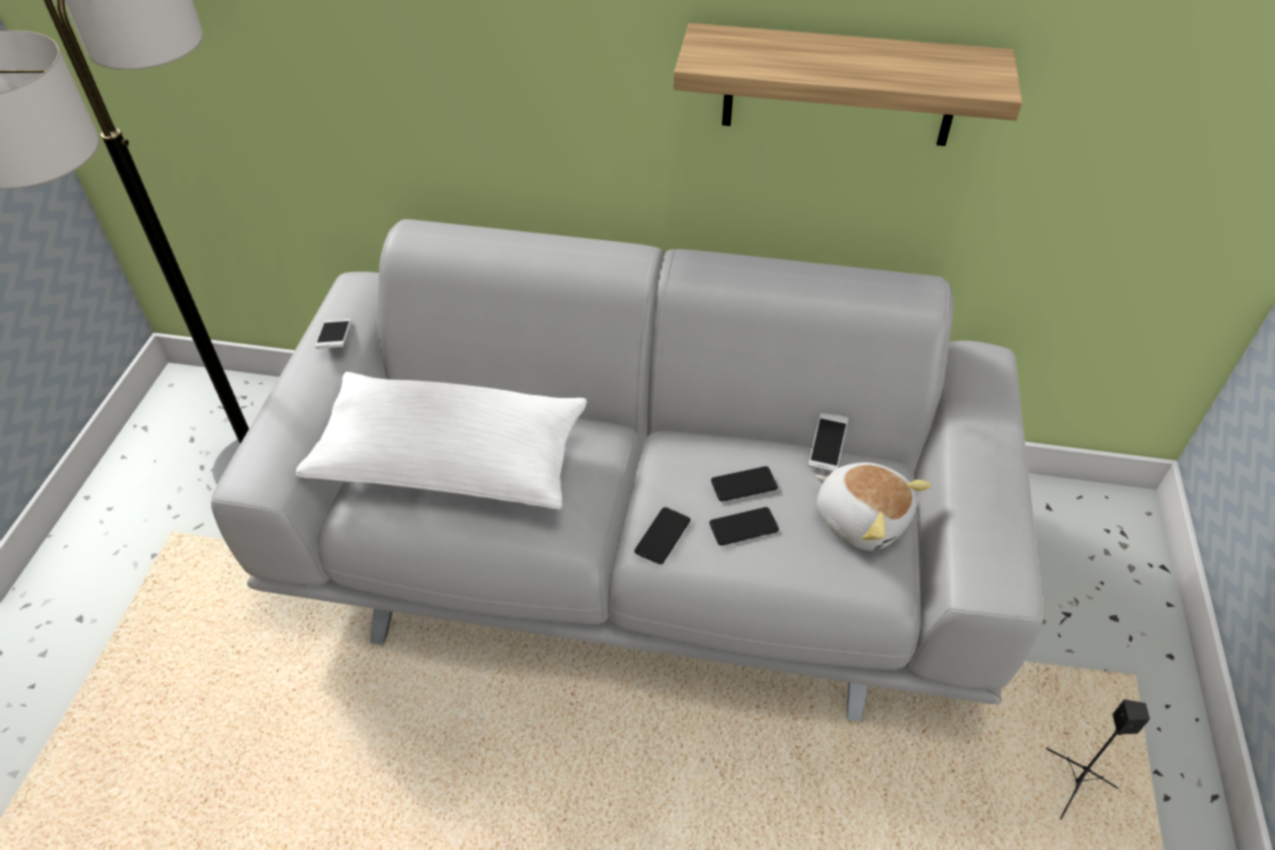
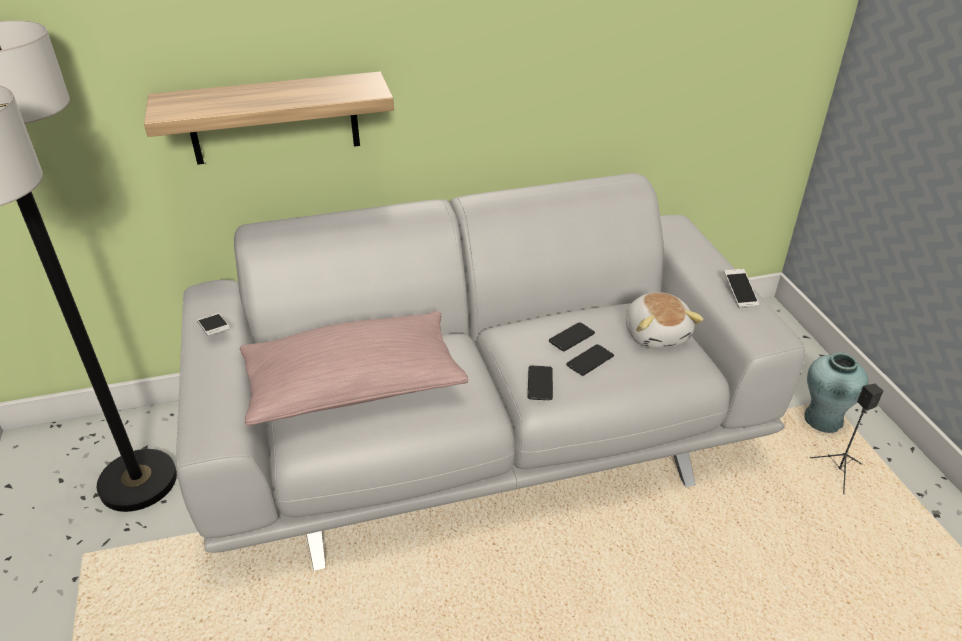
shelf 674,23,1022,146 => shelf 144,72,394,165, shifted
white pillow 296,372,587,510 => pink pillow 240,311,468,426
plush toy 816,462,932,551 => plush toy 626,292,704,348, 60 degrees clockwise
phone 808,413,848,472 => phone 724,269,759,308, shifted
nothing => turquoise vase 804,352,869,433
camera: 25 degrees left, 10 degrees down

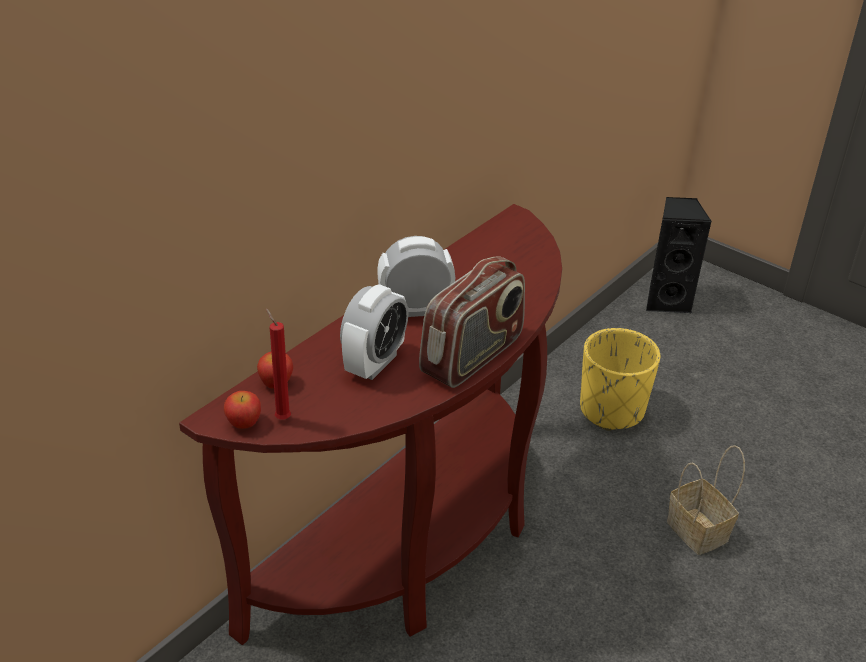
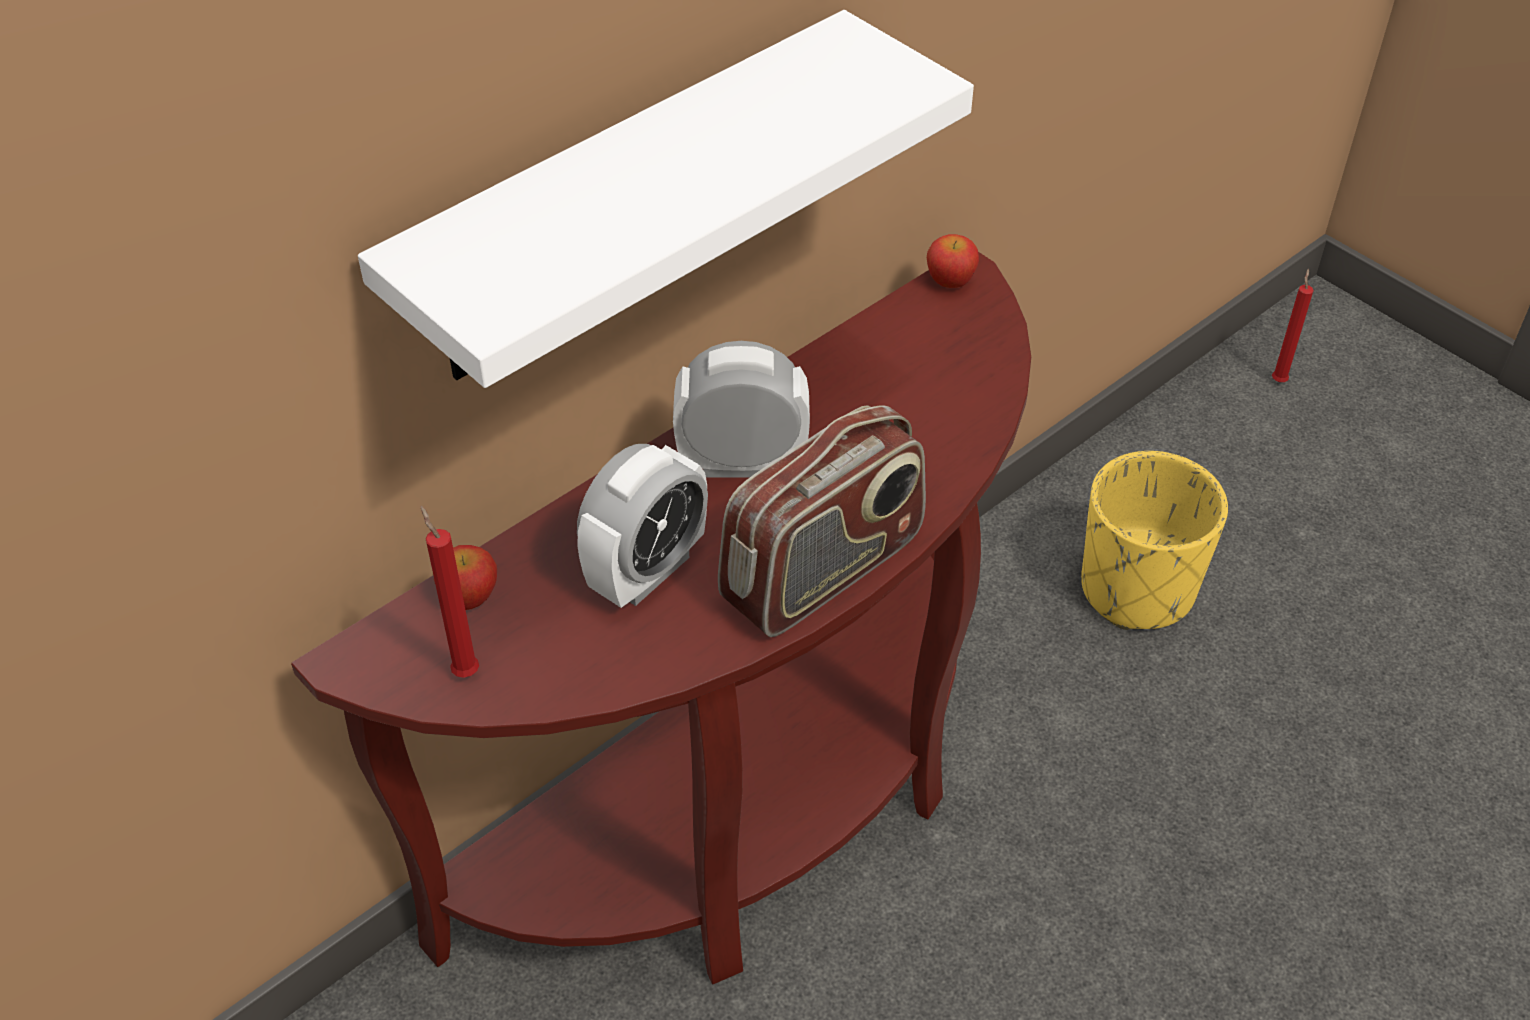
nothing => white shelf 358,10,974,388
apple 224,391,261,429 => apple 927,234,979,288, shifted
black speaker 646,197,712,314 => red candle 1272,269,1314,382
basket 667,445,745,555 => nothing
camera: 10 degrees right, 10 degrees up

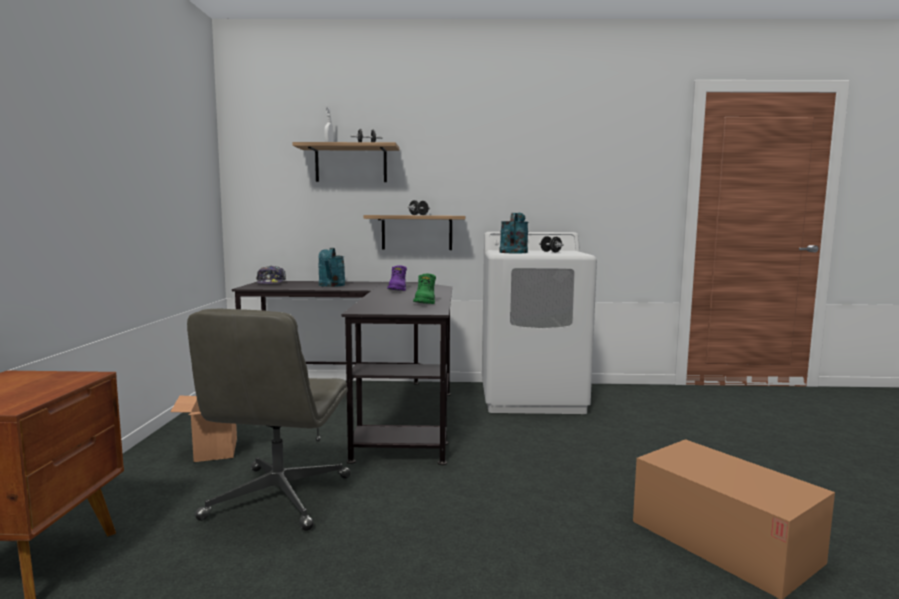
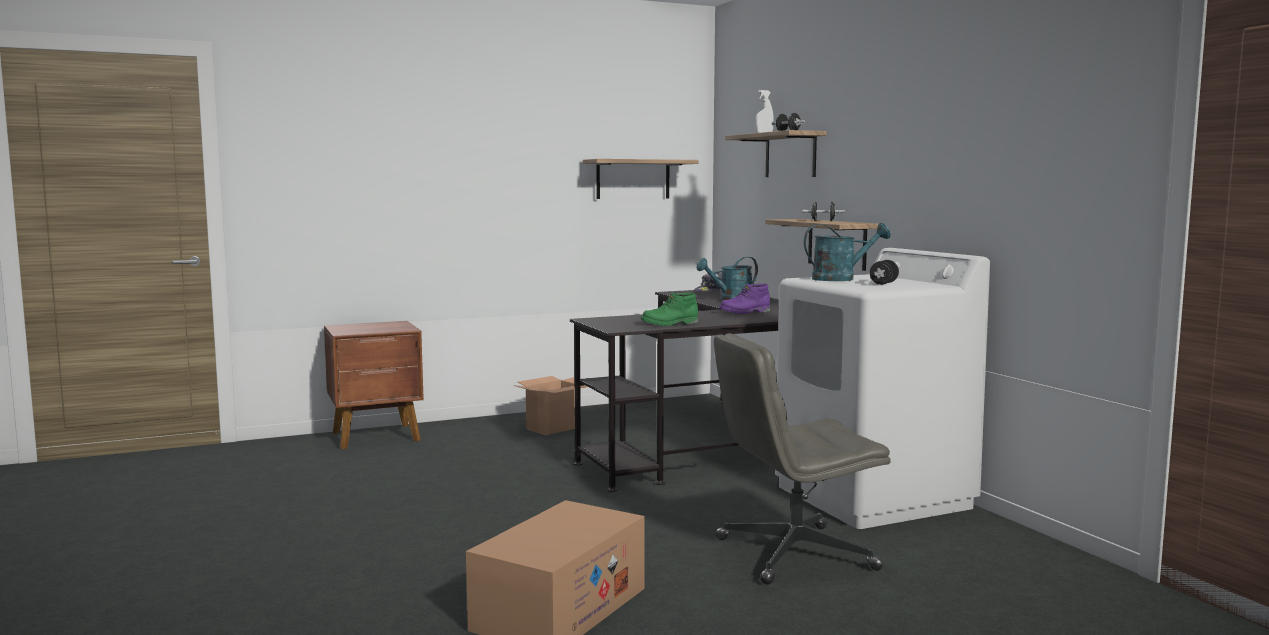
nothing => shelf 583,159,698,199
grey office chair 187,309,351,531 => grey office chair 714,333,891,585, shifted
camera: 65 degrees right, 0 degrees up

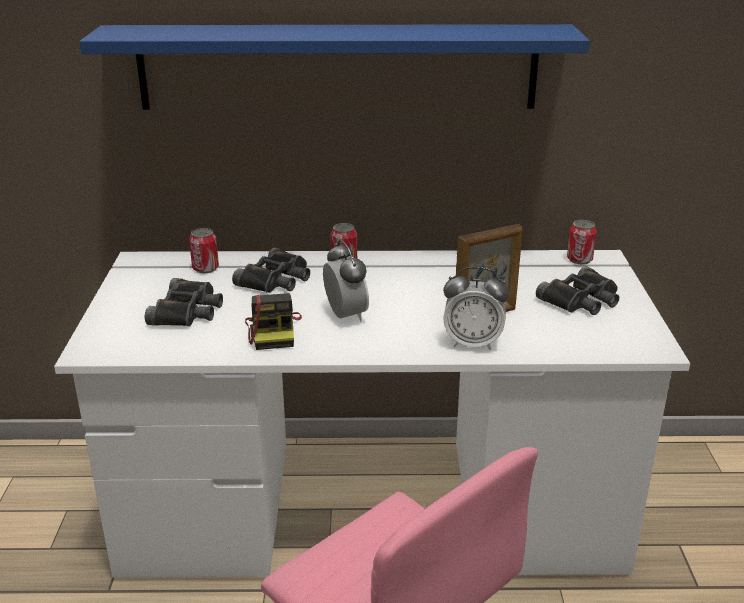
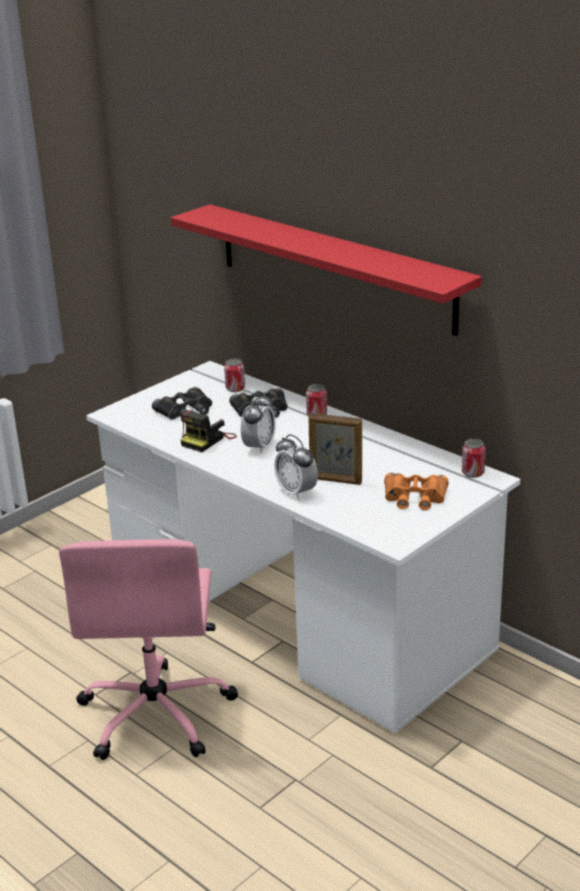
blue shelf 79,24,590,110 => red shelf 171,204,482,336
black binoculars 536,266,619,315 => orange binoculars 384,473,449,510
camera: 45 degrees right, 0 degrees up

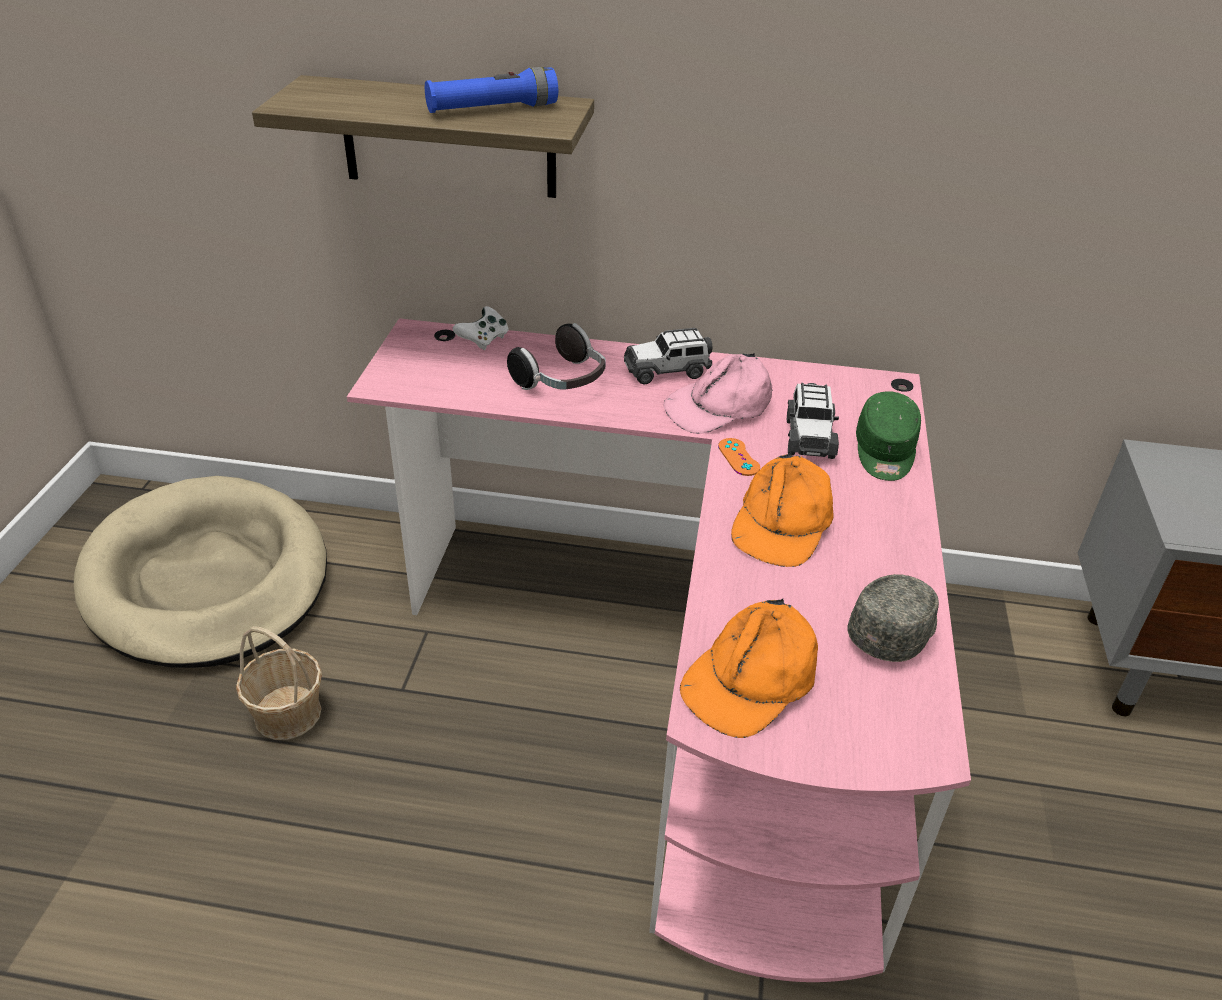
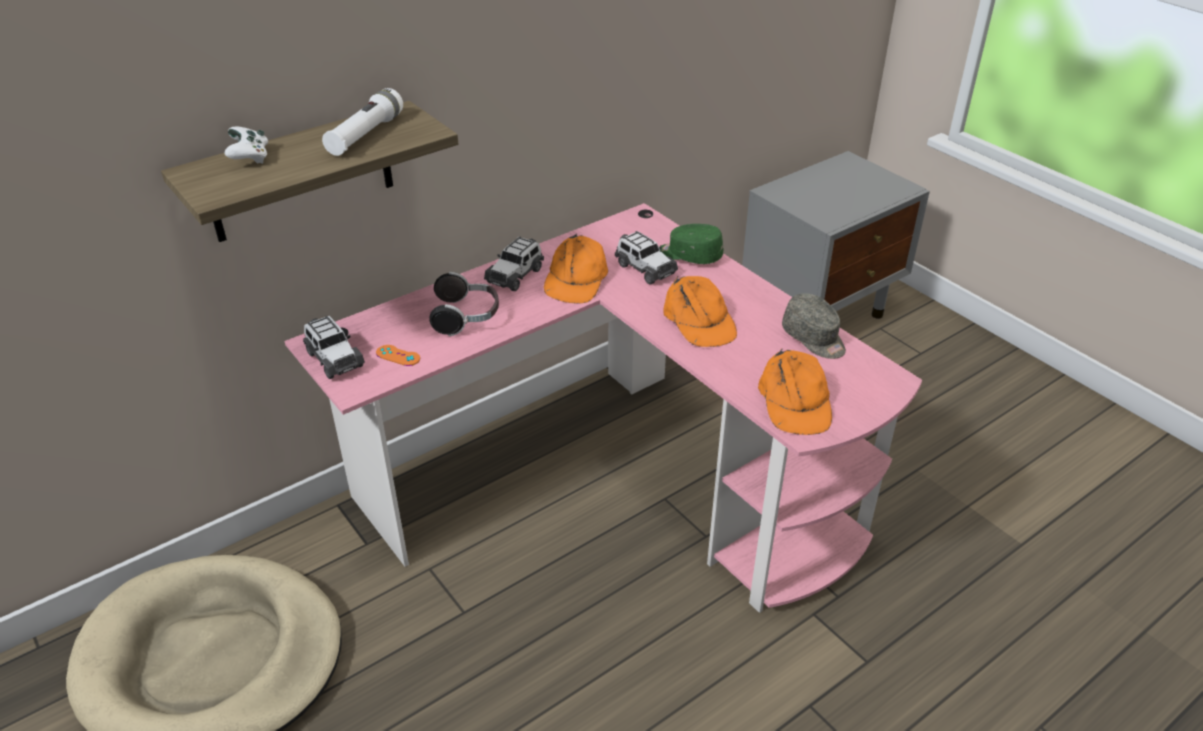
white game controller 453,306,509,350 => white game controller 224,127,268,164, shifted
nothing => toy car 303,316,365,379
blue flashlight 425,67,558,113 => white flashlight 322,88,403,156
orange game controller 718,438,760,476 => orange game controller 376,345,420,366, shifted
pink cap 664,353,773,434 => orange cap 544,233,608,304
green cap 856,391,921,481 => green cap 660,224,723,264, 150 degrees clockwise
grey cap 847,574,939,662 => grey cap 782,293,846,359, 150 degrees clockwise
basket 236,626,322,740 => nothing
camera: 45 degrees left, 0 degrees up

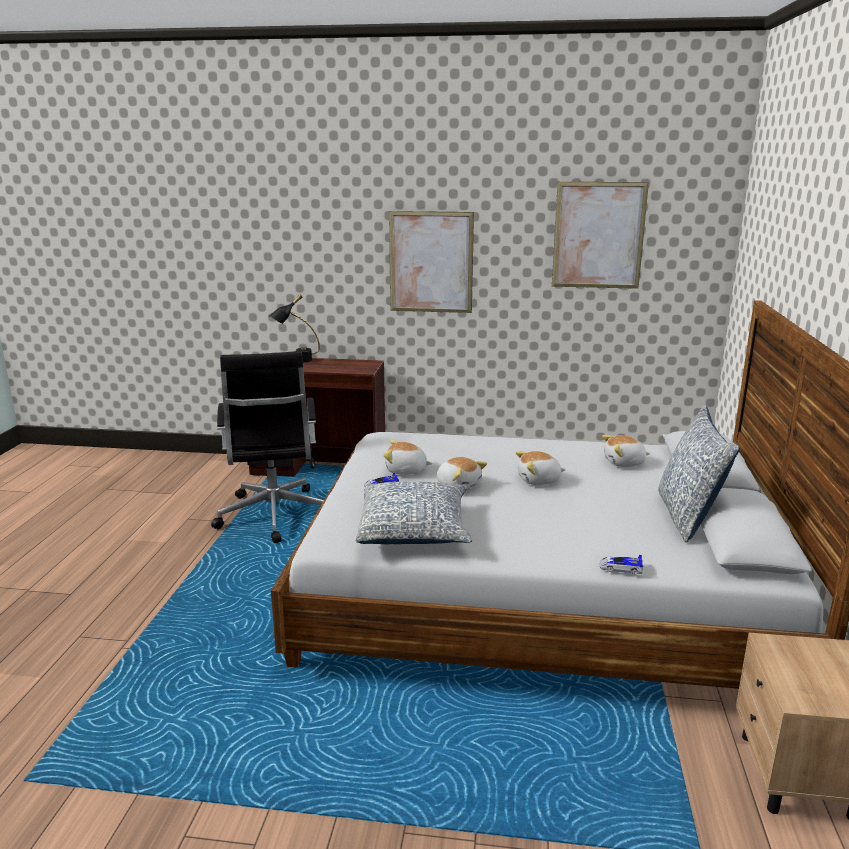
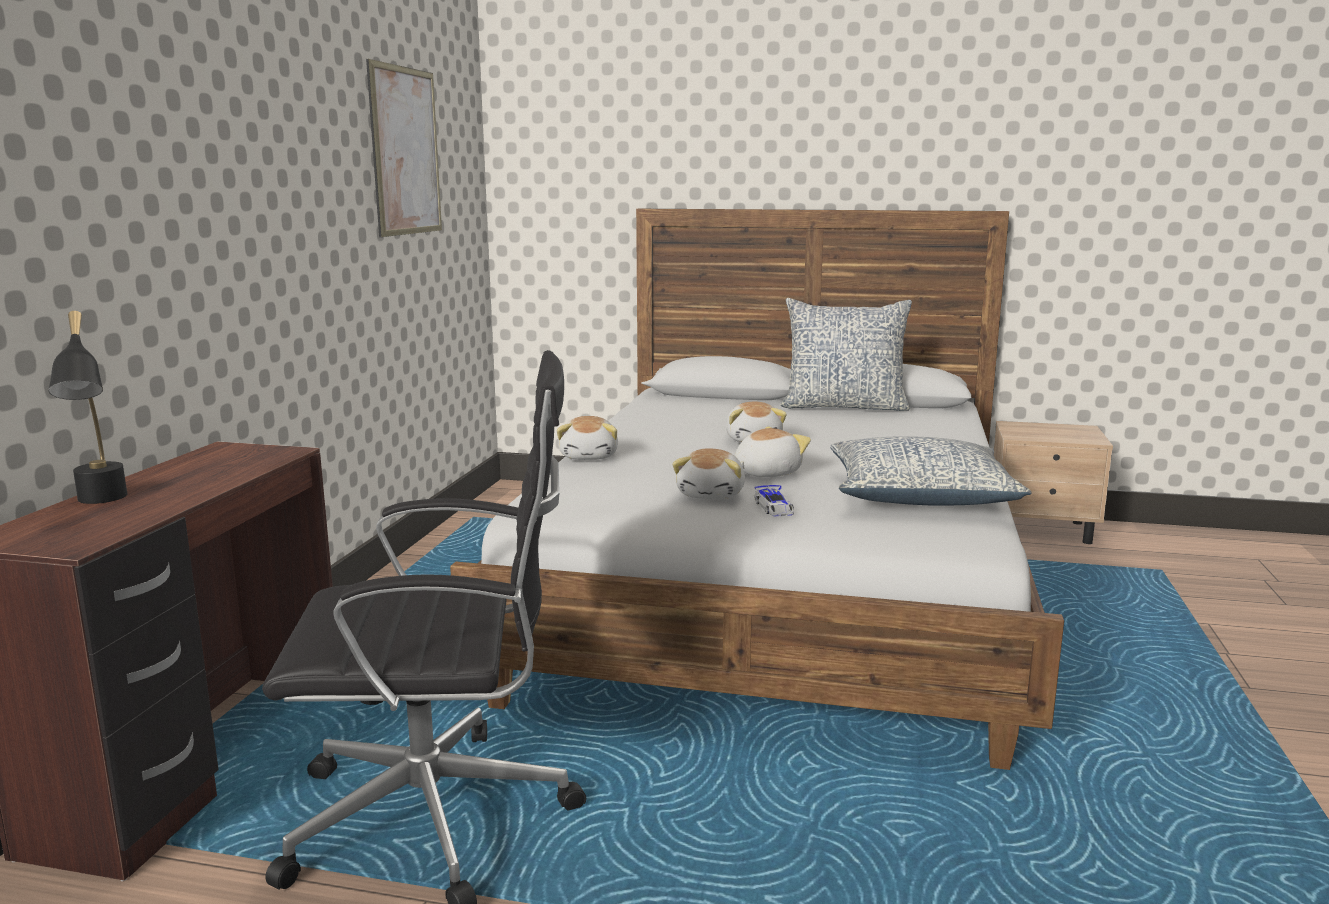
plush toy 602,435,650,467 => plush toy 557,416,618,460, shifted
picture 389,211,474,313 => nothing
toy car 600,555,643,575 => nothing
camera: 85 degrees left, 5 degrees down

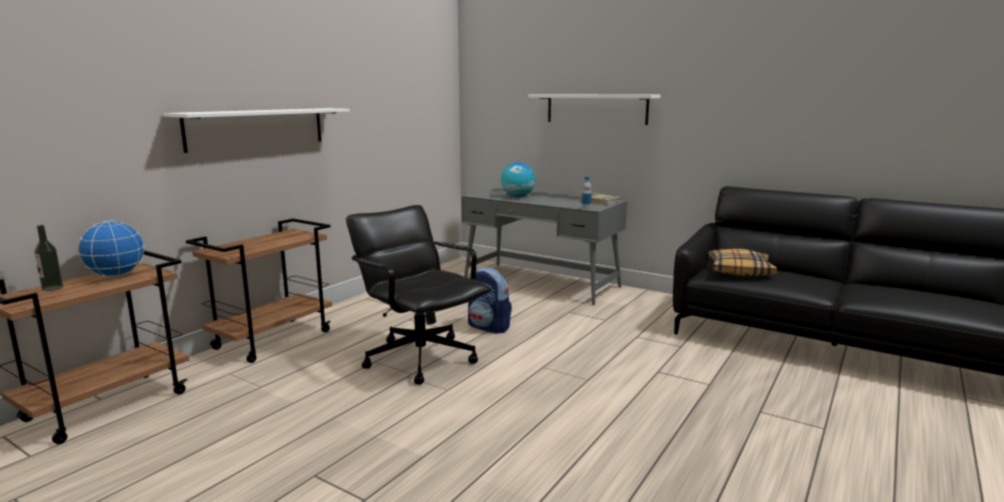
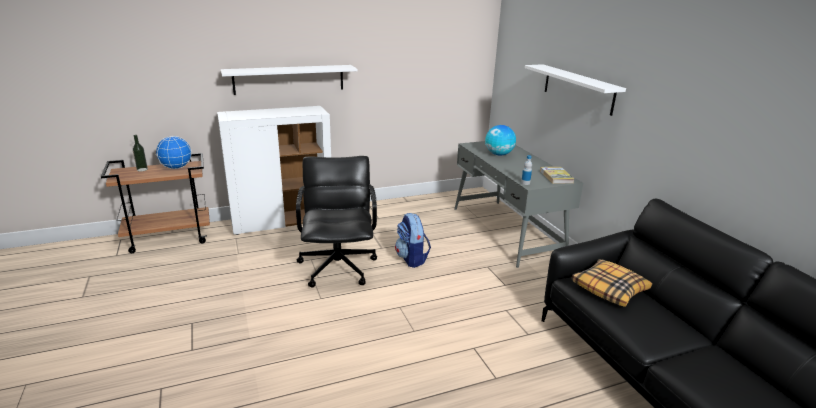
brown cart 186,219,332,363 => white cabinet 217,106,331,235
camera: 35 degrees right, 10 degrees up

